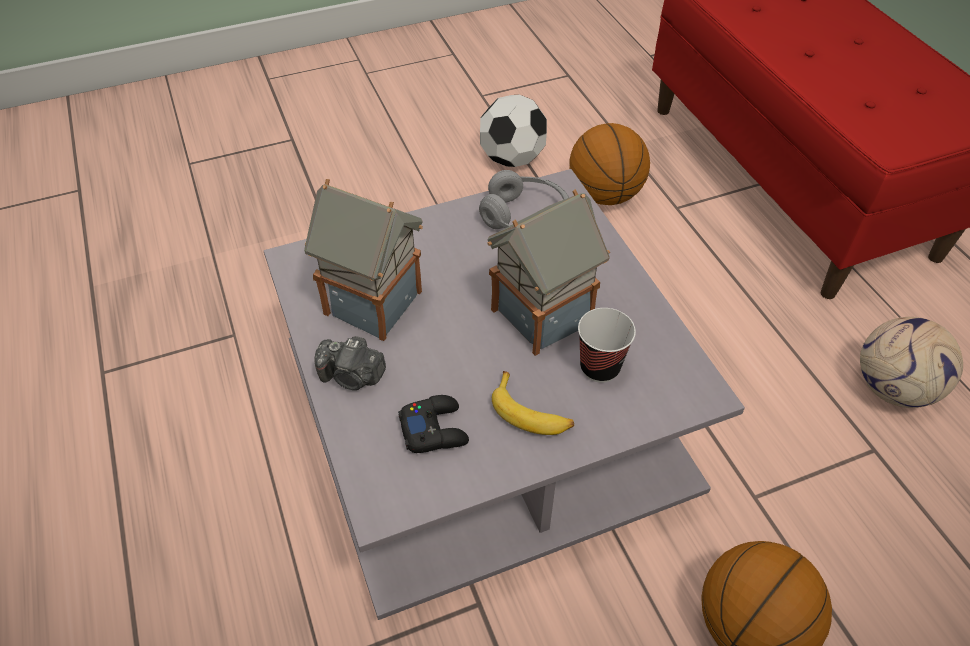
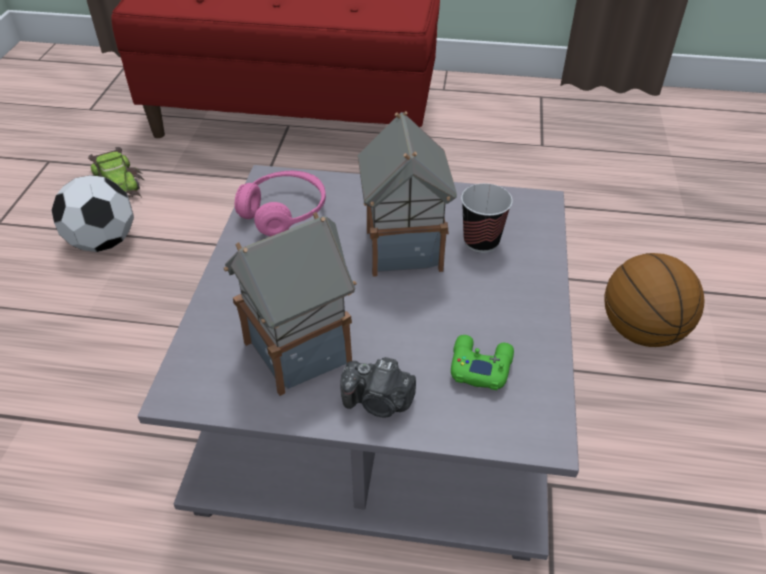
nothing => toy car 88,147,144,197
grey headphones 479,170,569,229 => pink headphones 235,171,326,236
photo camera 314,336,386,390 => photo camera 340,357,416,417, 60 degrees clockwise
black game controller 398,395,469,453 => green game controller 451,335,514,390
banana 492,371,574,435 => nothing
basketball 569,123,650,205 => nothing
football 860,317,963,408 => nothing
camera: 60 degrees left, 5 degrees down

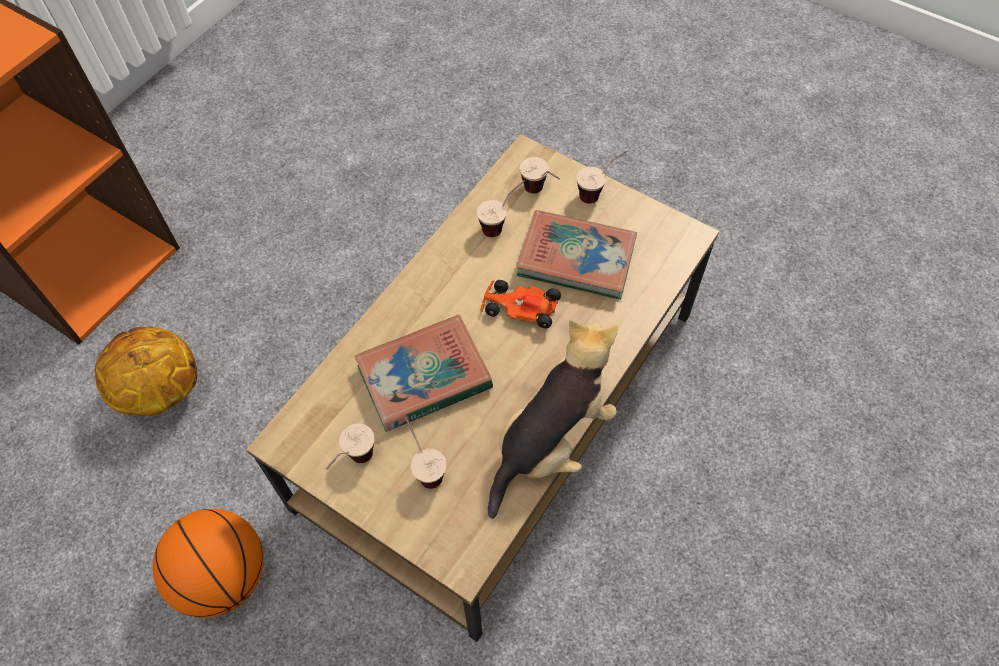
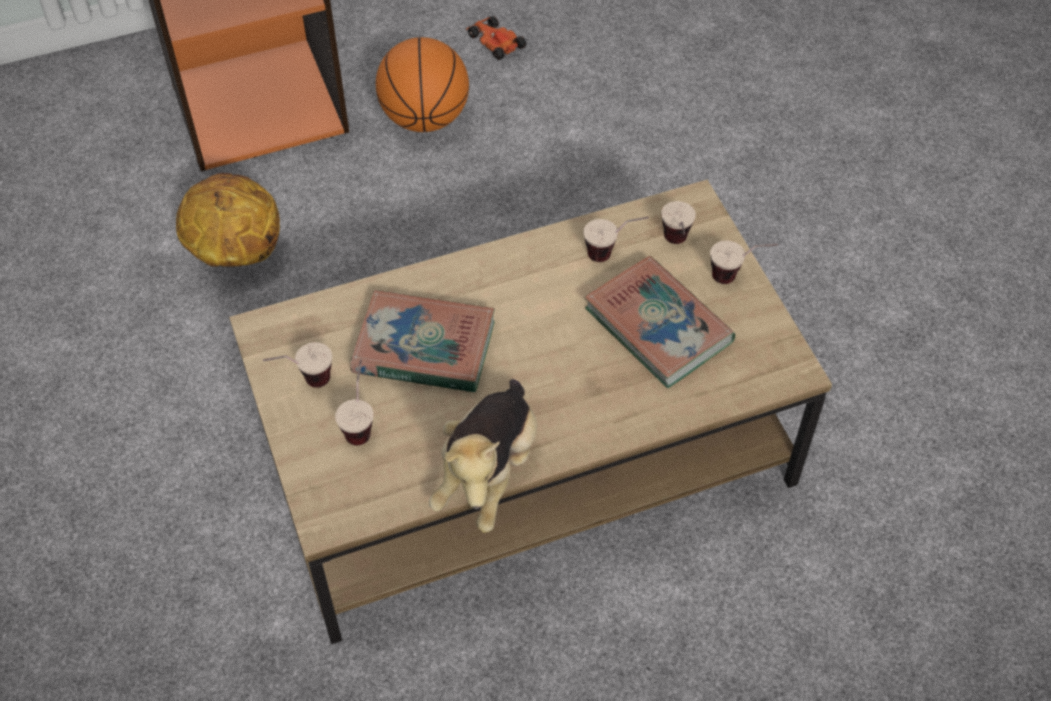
basketball 153,509,264,618 => basketball 376,37,469,132, shifted
plush toy 488,320,618,519 => plush toy 429,379,538,533, 120 degrees clockwise
toy car 481,280,561,328 => toy car 465,16,526,60, shifted
camera: 35 degrees right, 5 degrees down

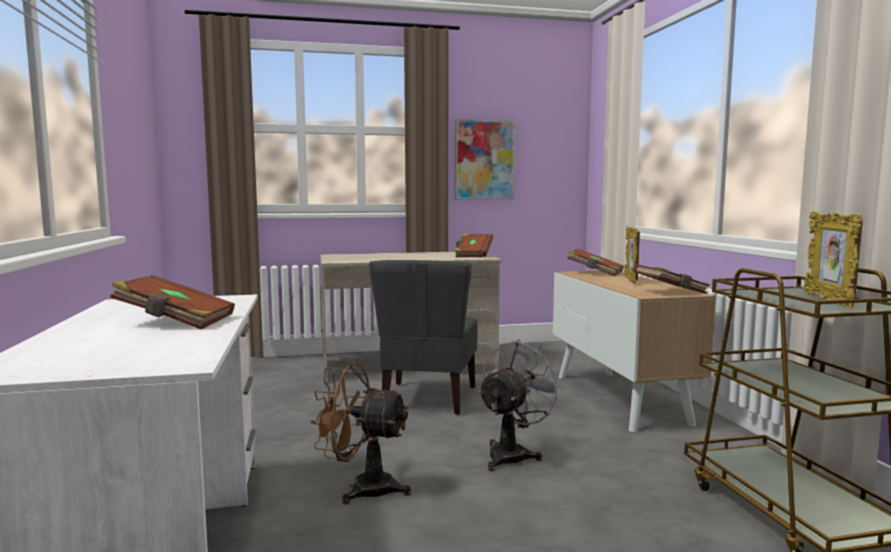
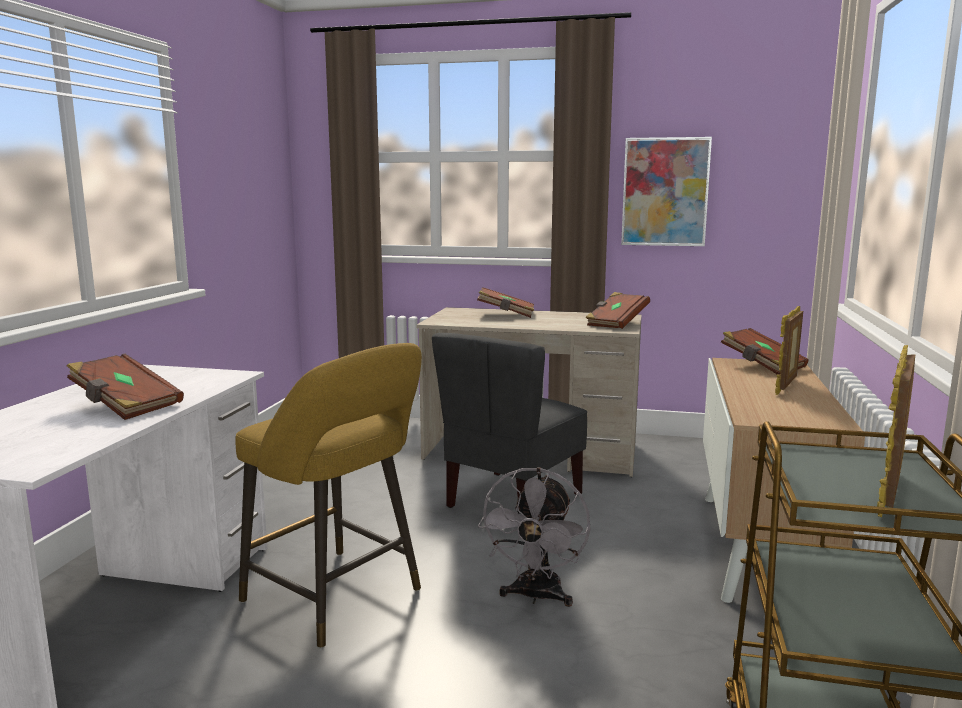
brown fan 310,362,411,504 => yellow stool 235,343,422,648
brown book 632,264,710,294 => brown book 477,287,534,318, shifted
grey fan 478,339,564,471 => grey fan 478,467,590,607, 135 degrees clockwise
camera: 25 degrees right, 5 degrees up

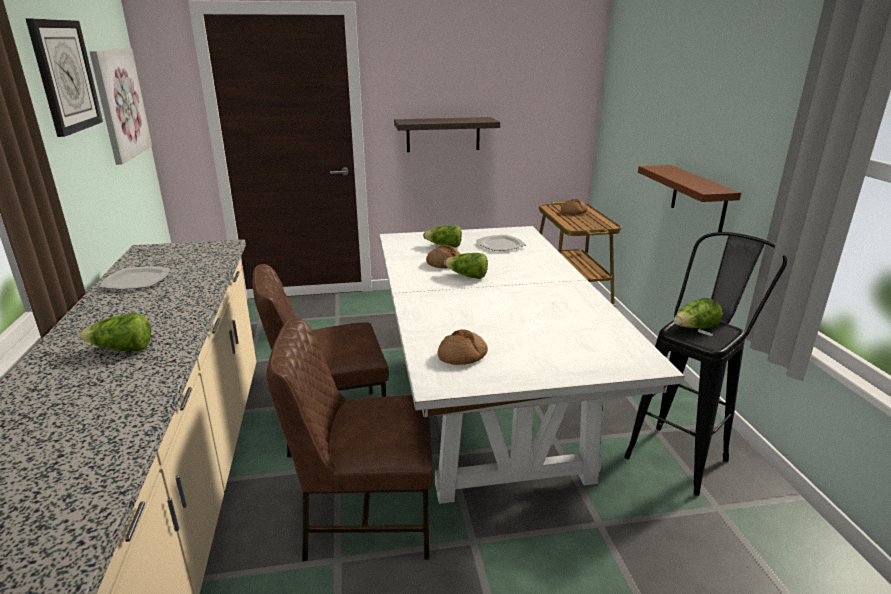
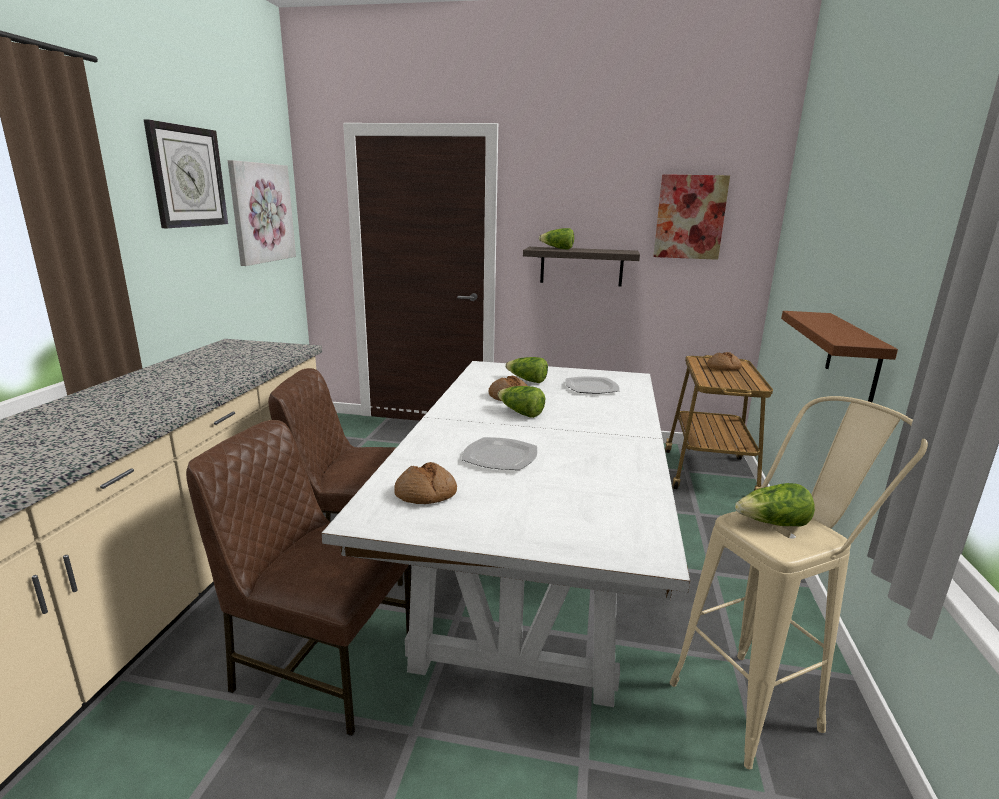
plate 100,266,170,289 => plate 462,437,537,470, shifted
lettuce 79,314,151,351 => lettuce 539,228,574,249, shifted
nothing => picture 653,174,730,260
black stool 624,232,787,496 => beige stool 670,396,928,769
camera: 20 degrees right, 5 degrees down

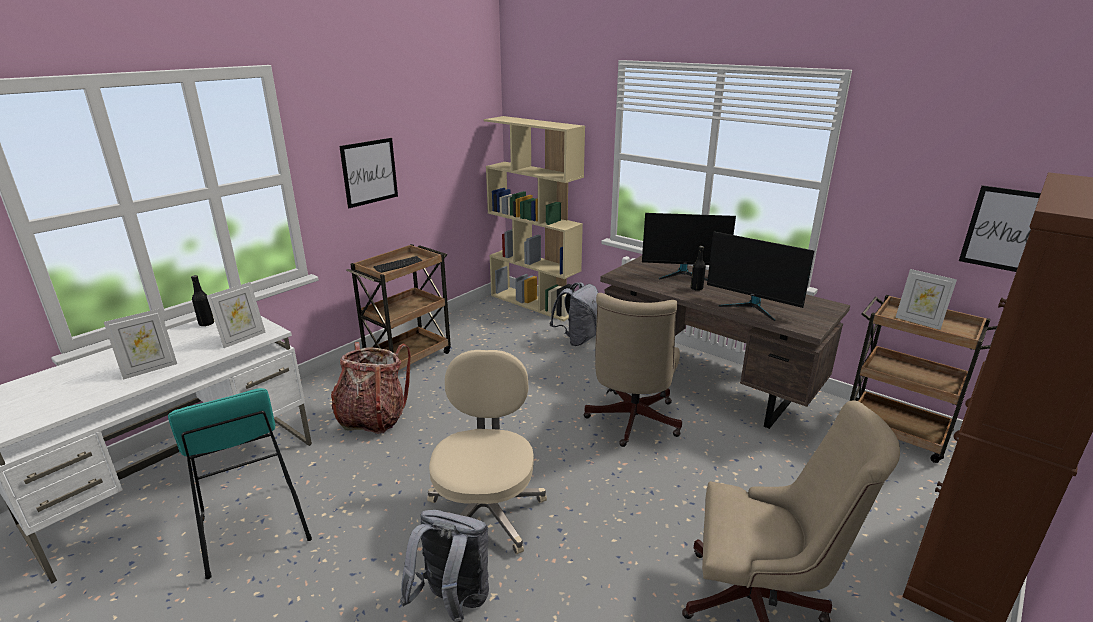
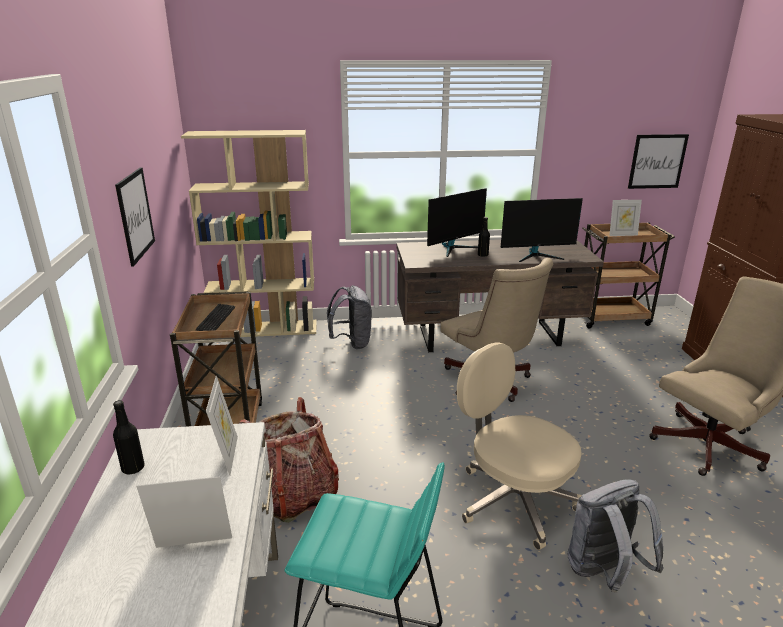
picture frame 104,309,177,380 => picture frame 136,476,232,548, 105 degrees counterclockwise
camera: 45 degrees left, 0 degrees up

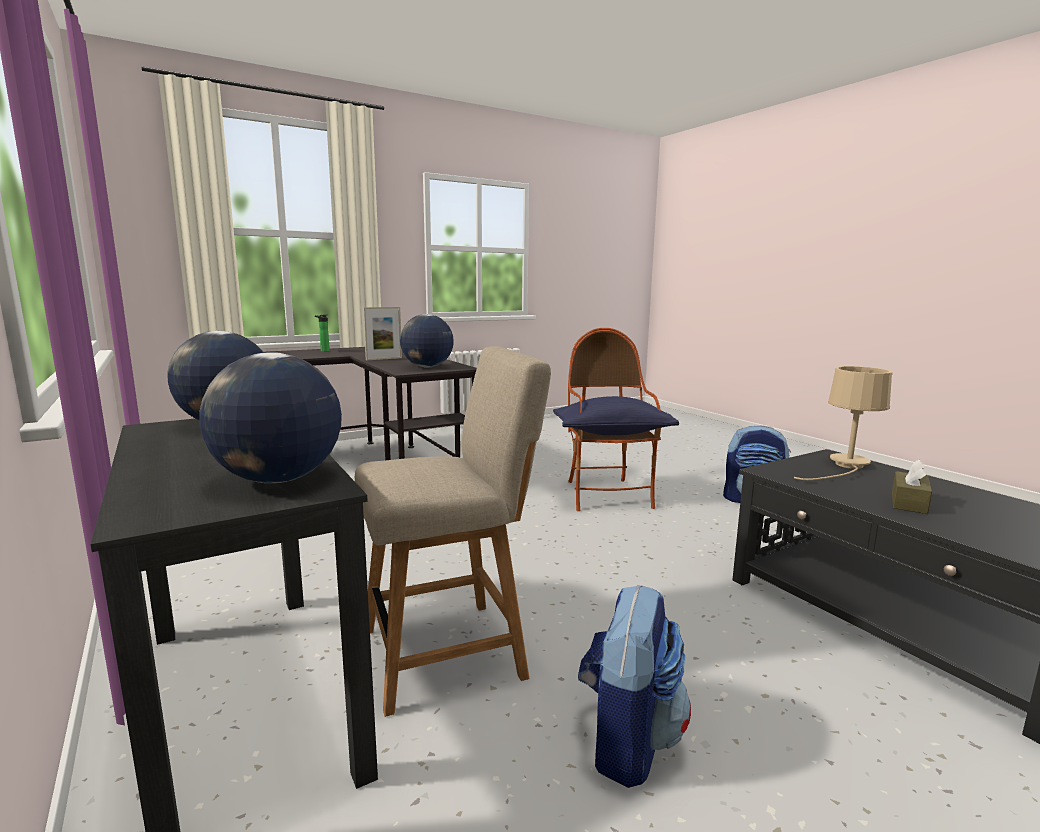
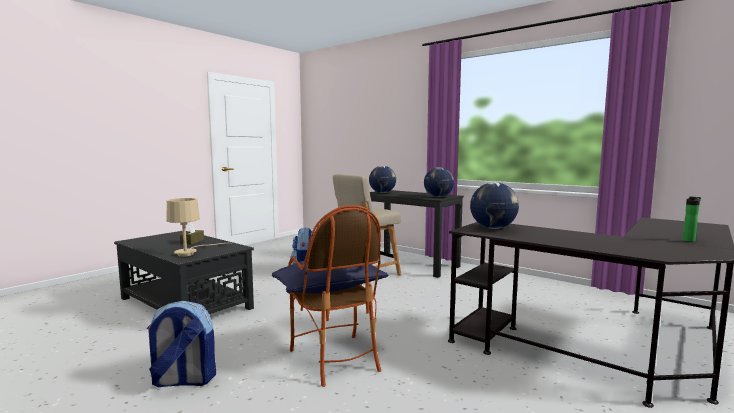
picture frame 363,307,402,360 => nothing
camera: 160 degrees right, 5 degrees down

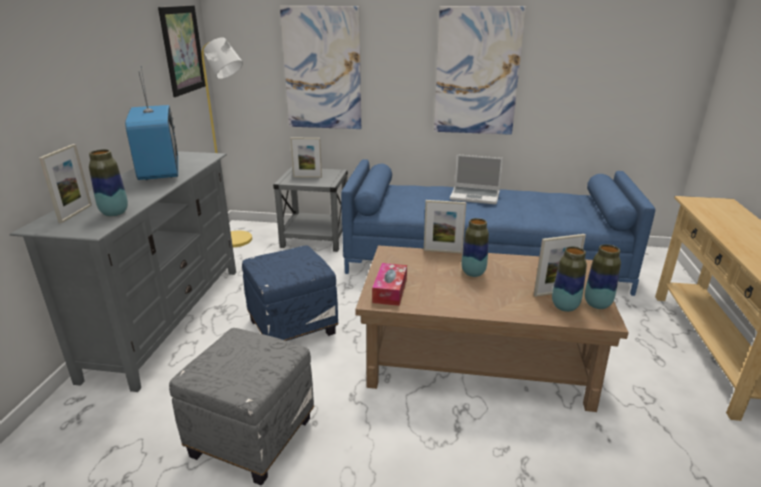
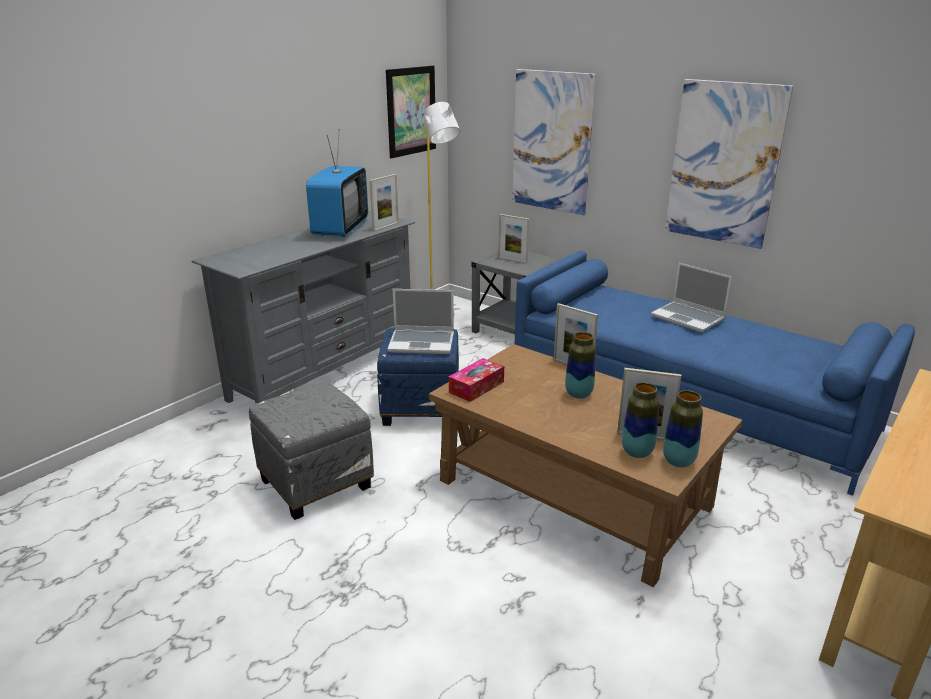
picture frame 39,144,92,223 => picture frame 369,174,399,232, shifted
nothing => laptop 387,289,454,354
vase 89,149,128,217 => nothing
camera: 30 degrees right, 0 degrees up

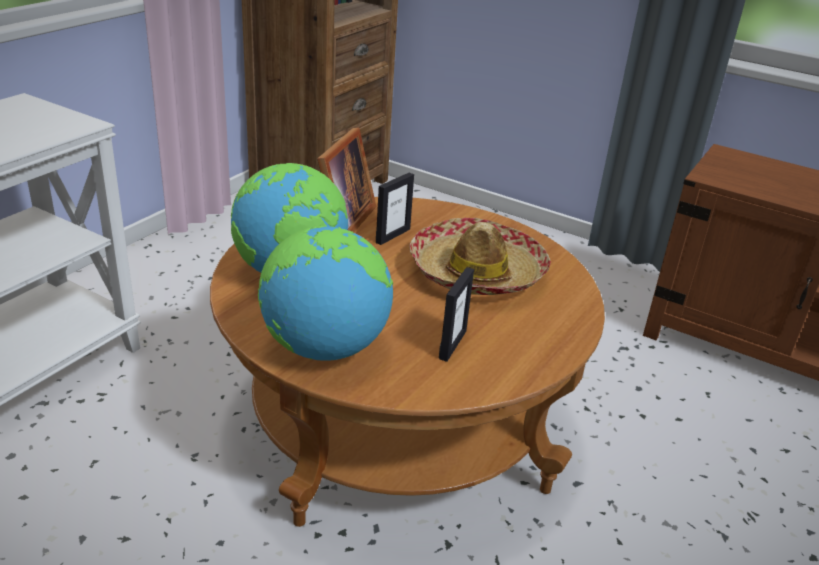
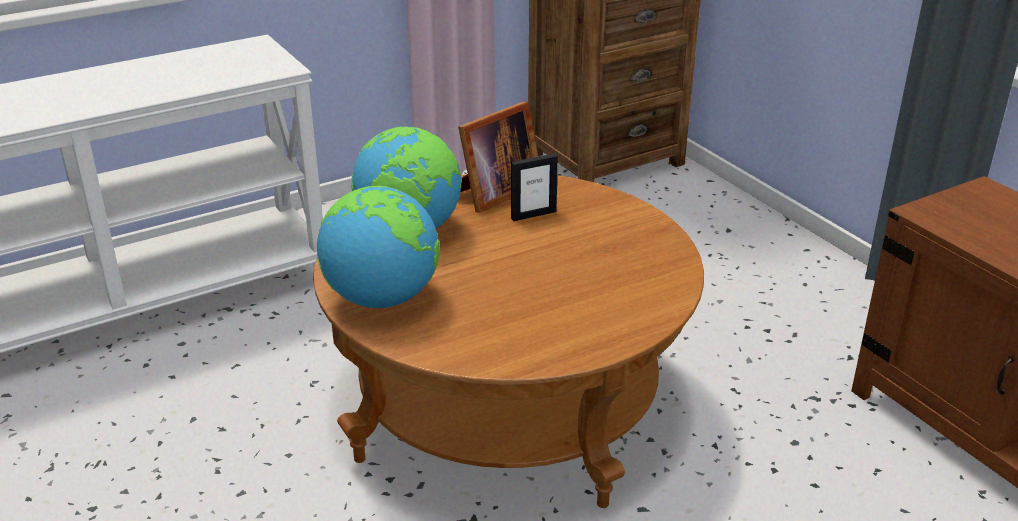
hat 410,218,551,295 => nothing
picture frame 439,267,474,362 => nothing
camera: 30 degrees right, 0 degrees up

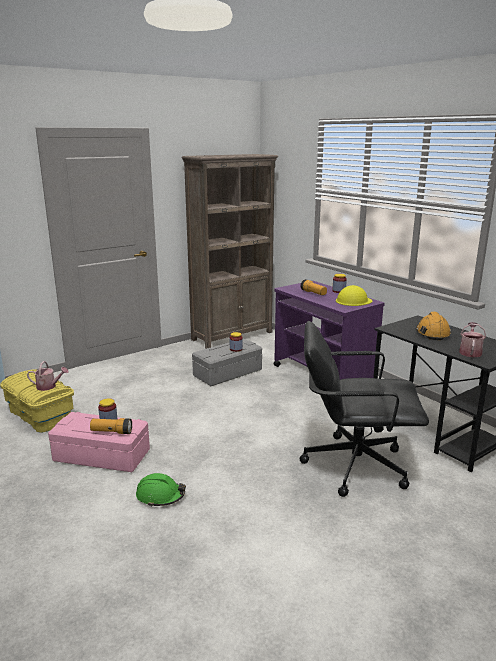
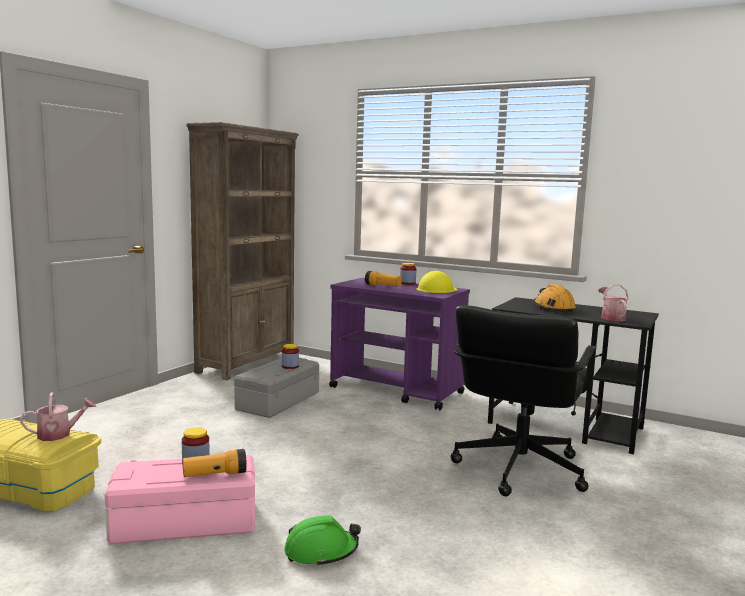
black office chair 300,321,429,497 => black office chair 451,306,596,496, 45 degrees counterclockwise
camera: 25 degrees left, 10 degrees down

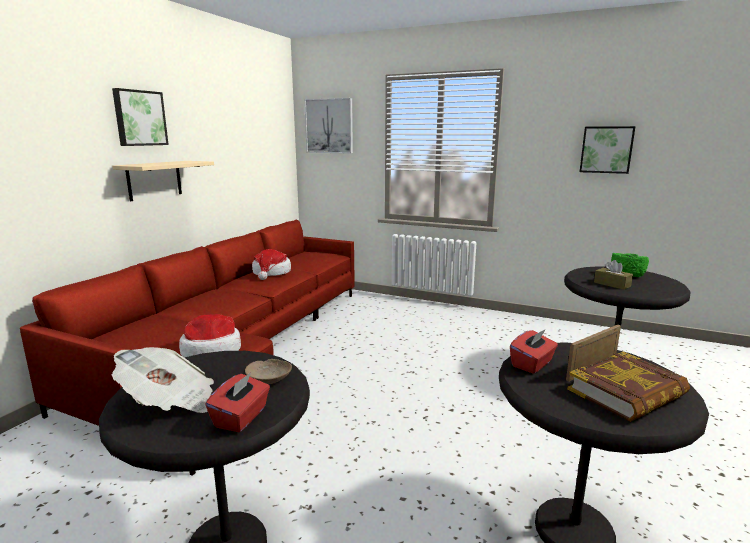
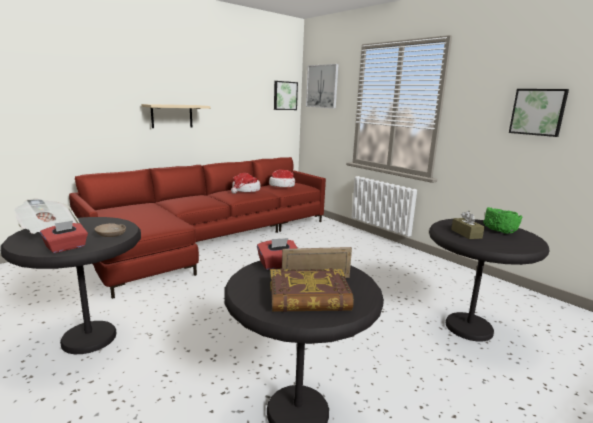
hat 179,314,241,357 => hat 269,169,295,187, shifted
picture 112,88,169,146 => picture 274,81,298,110, shifted
camera: 25 degrees right, 0 degrees up

